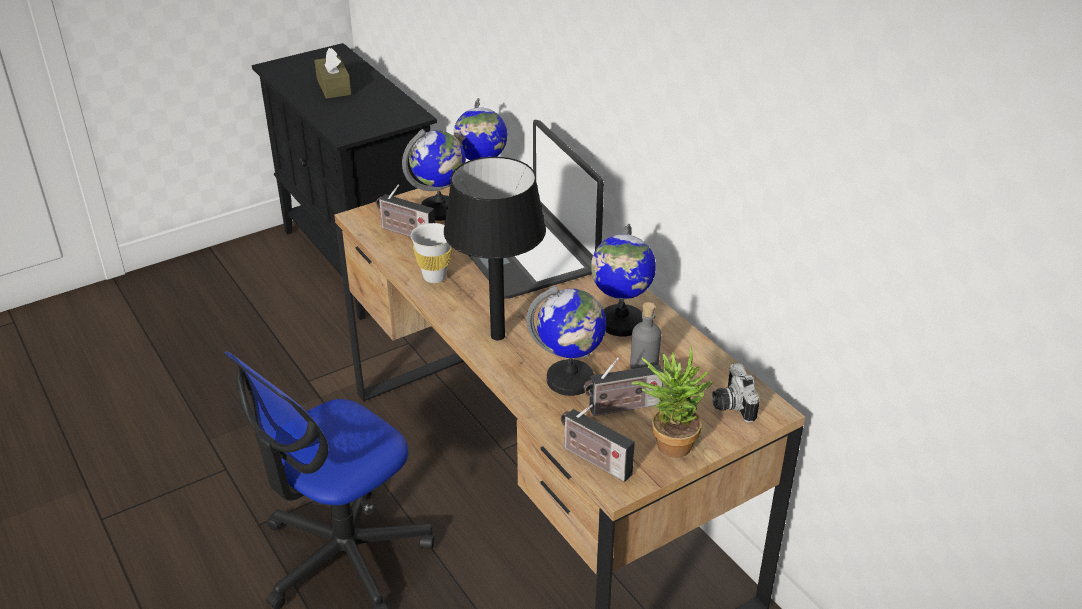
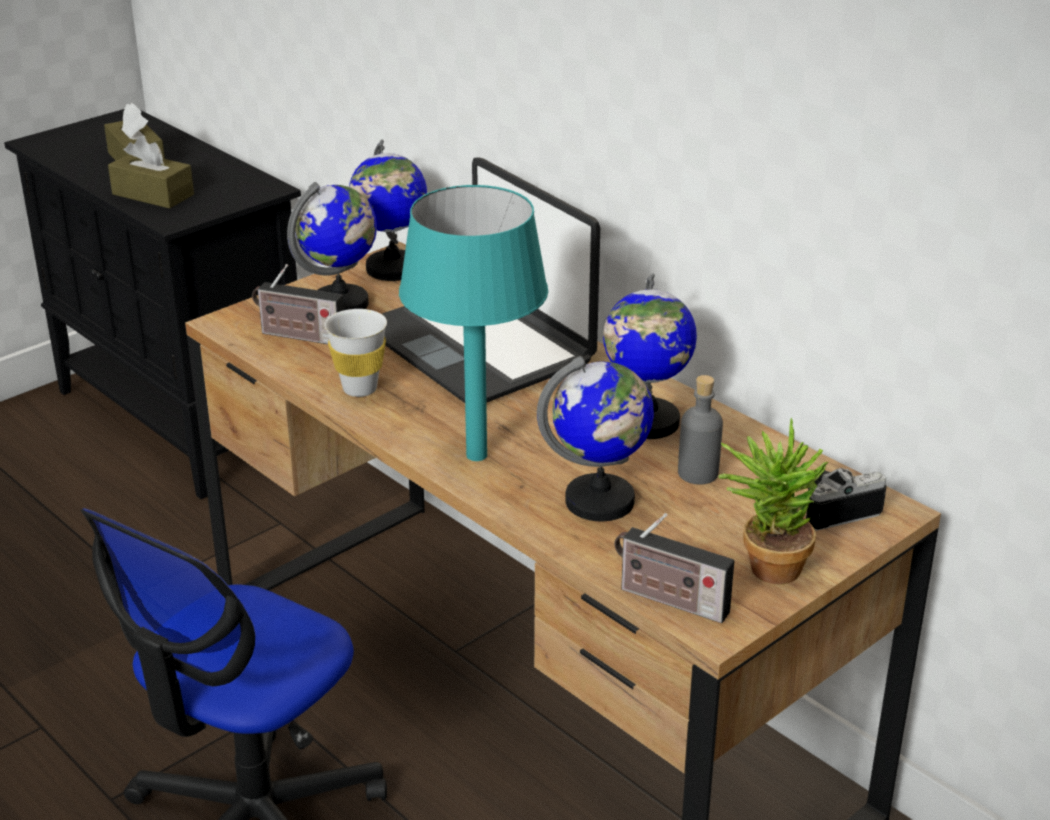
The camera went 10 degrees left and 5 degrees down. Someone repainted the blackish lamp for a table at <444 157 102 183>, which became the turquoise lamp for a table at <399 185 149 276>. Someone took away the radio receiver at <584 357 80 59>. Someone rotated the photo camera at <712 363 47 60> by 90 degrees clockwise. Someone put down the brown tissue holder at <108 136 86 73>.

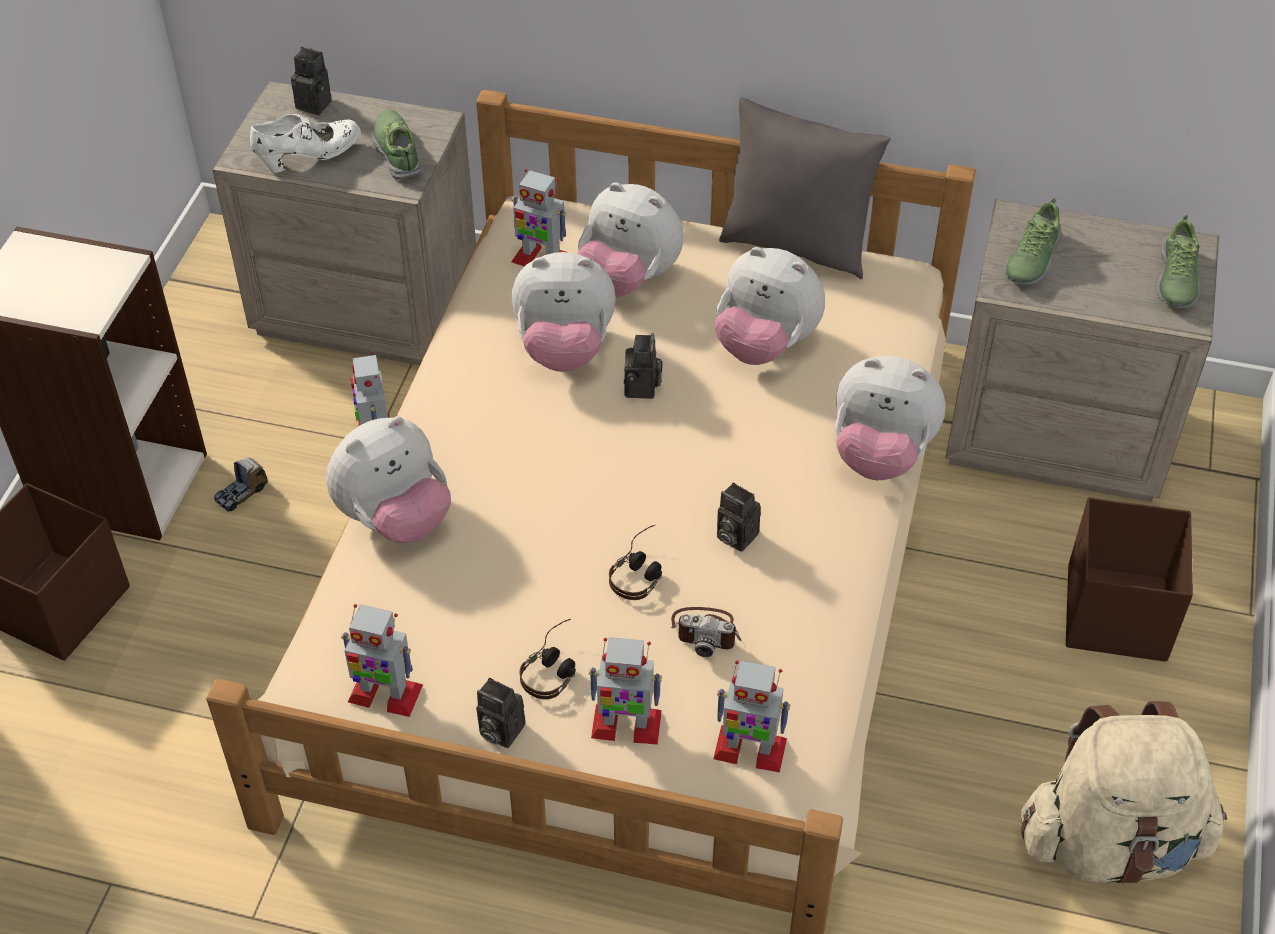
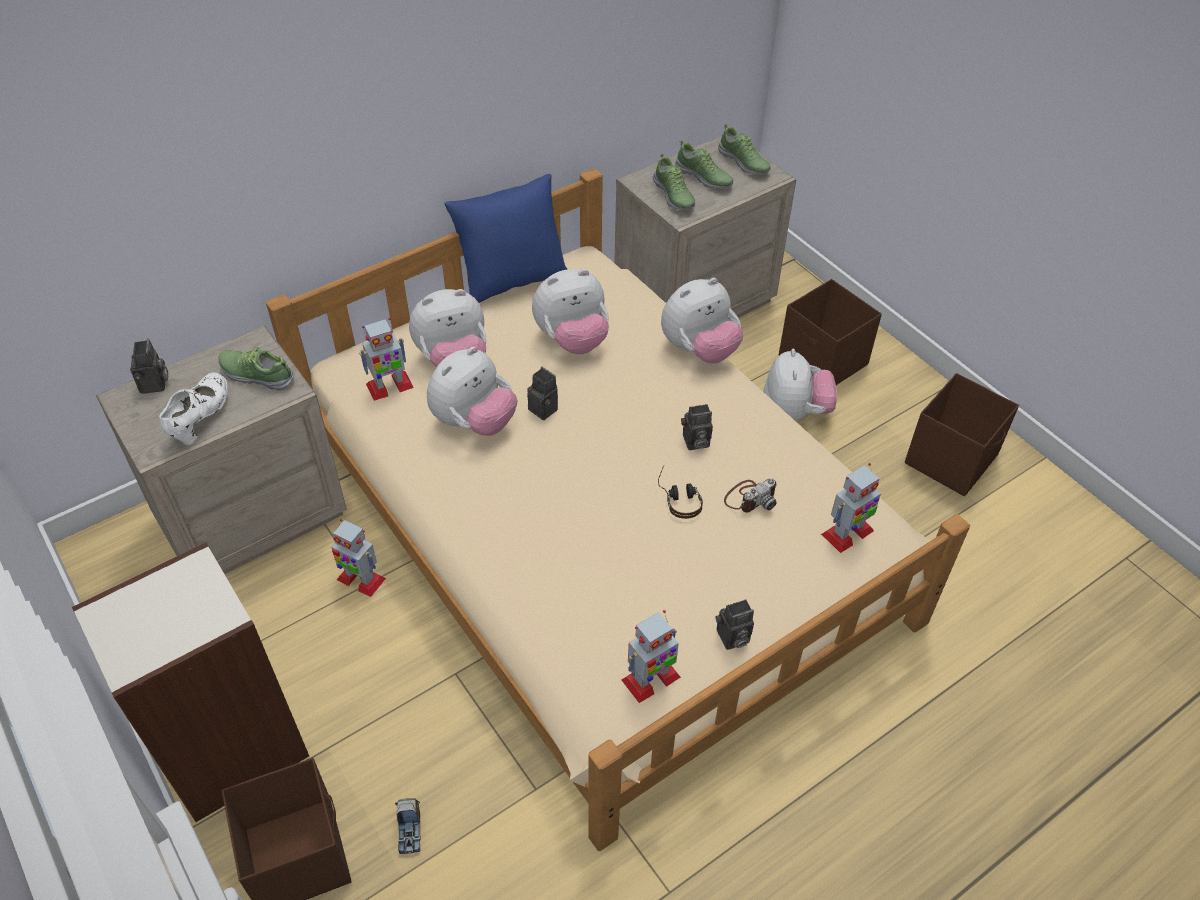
The camera went 50 degrees left and 0 degrees up. Someone carried the toy truck from <214 457 54 55> to <395 798 26 56>. Someone rotated the photo camera at <291 46 41 69> by 105 degrees clockwise. Someone carried the plush toy from <326 416 125 127> to <764 349 73 72>. Someone took away the pair of headphones at <519 619 57 80>. Someone took away the model robot at <589 637 73 108>. Someone repainted the greyish pillow at <719 98 171 181>, which became the bluish pillow at <444 174 124 129>. Someone swapped the beige-coloured rucksack at <1021 701 206 183> for the brown storage bin at <905 373 114 123>. Someone put down the shoe at <675 140 58 49>.

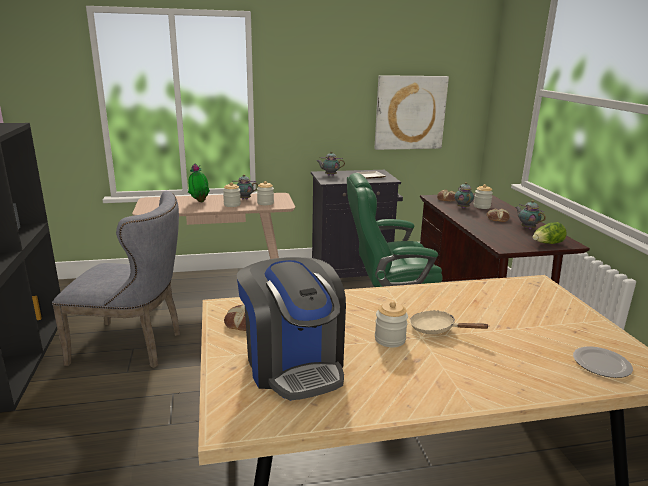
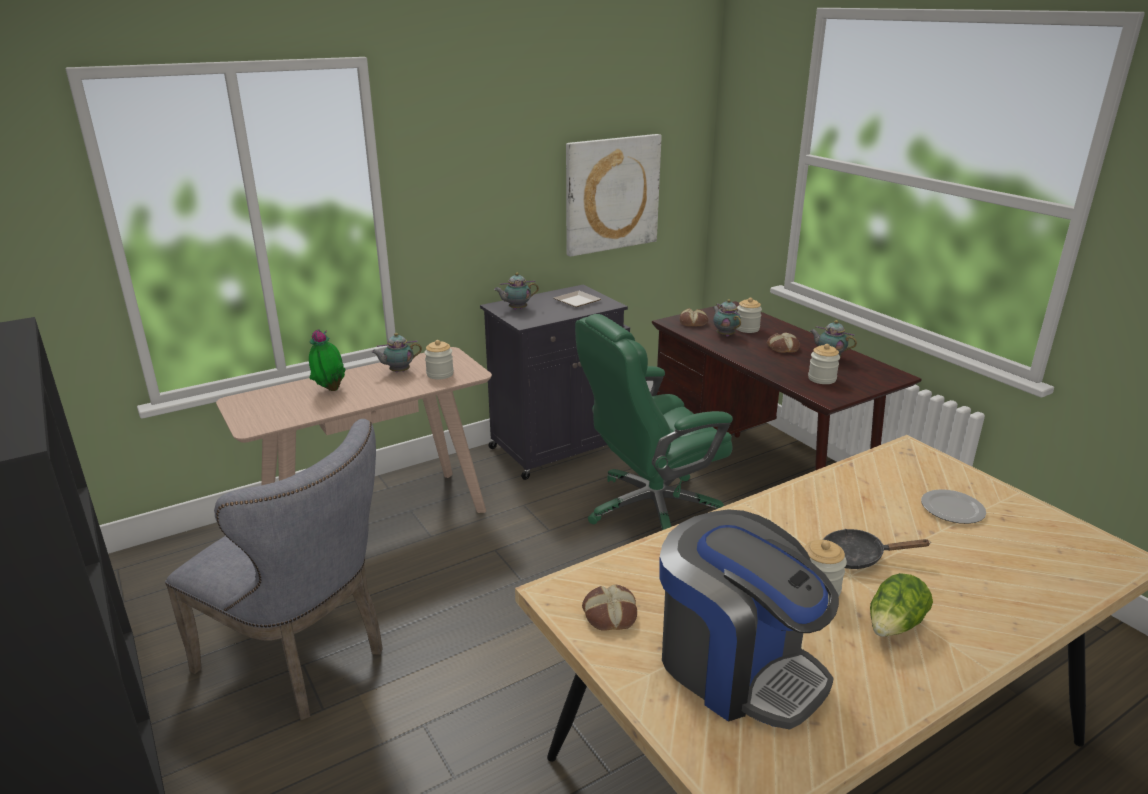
The camera went 20 degrees left and 5 degrees up. Someone rotated the greyish plain chair at <52 191 128 177> by 45 degrees clockwise. Someone carried the jar from <223 182 18 25> to <808 344 32 40>. Someone repainted the beige-coloured frying pan at <410 310 79 24>, which became the blackish frying pan at <823 529 108 40>. Someone carried the head of lettuce from <533 222 34 22> to <870 573 63 64>. Someone carried the dinner plate from <573 346 60 32> to <921 489 65 35>.

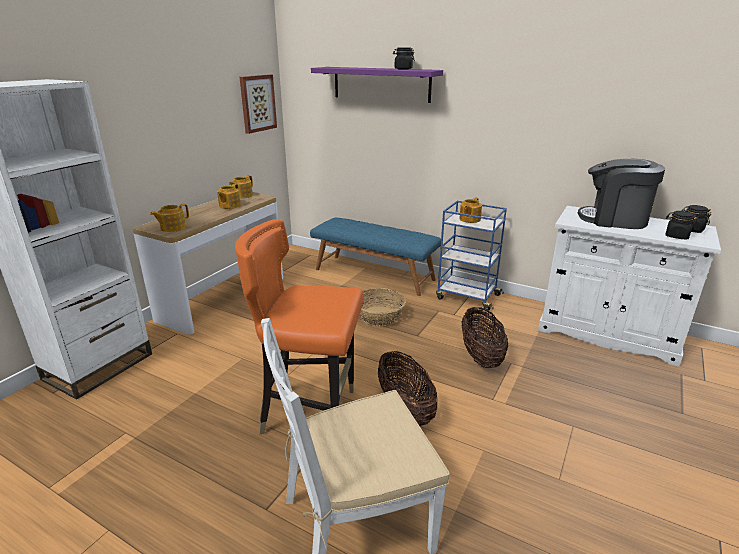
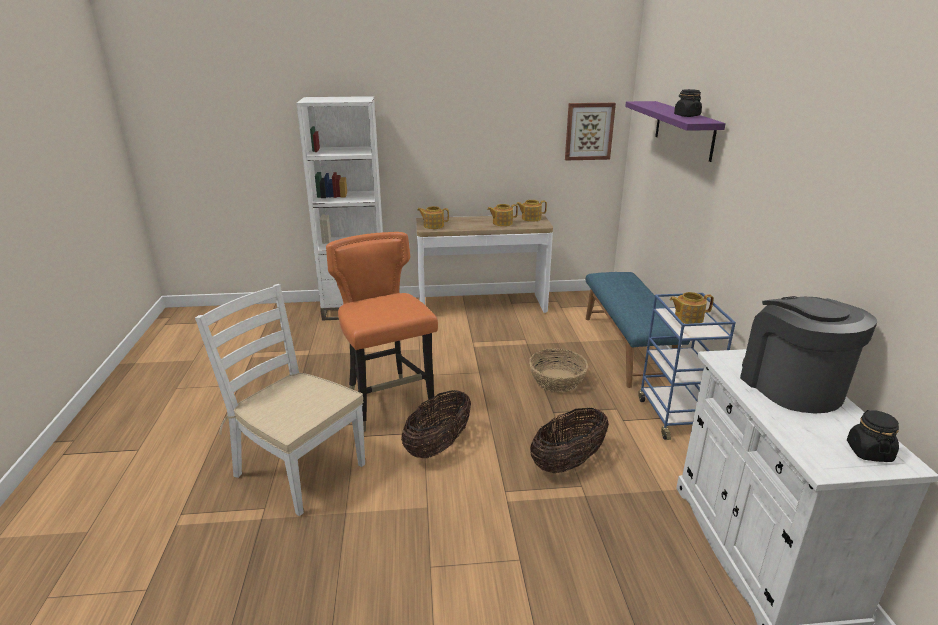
The camera went 55 degrees right and 0 degrees up. Someone took away the blackish jar at <665 211 32 28>.

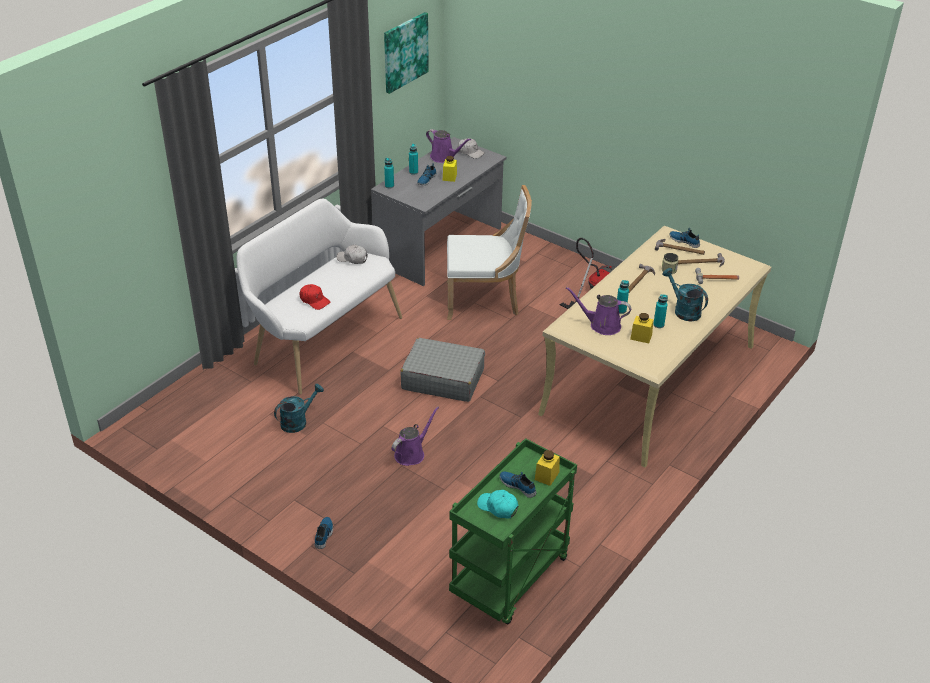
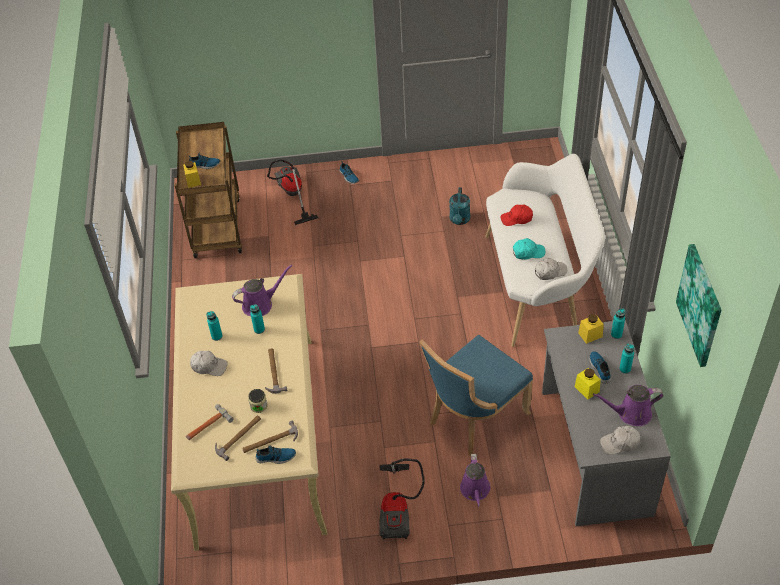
The camera went 140 degrees right and 10 degrees up. Someone carried the purple sprinkling can from <392 406 47 60> to <460 454 30 52>. Someone took away the greyish suitcase at <401 338 84 64>. Someone repainted the white plain chair at <447 185 85 135>, which became the bluish plain chair at <419 335 114 120>. Someone repainted the greenish wheeled cart at <449 438 128 187>, which became the brown wheeled cart at <175 122 67 136>. Someone carried the turquoise cap from <477 490 42 29> to <513 238 32 22>. Someone carried the yellow-coloured jar from <630 313 23 30> to <578 314 26 30>. Someone swapped the turquoise sprinkling can at <663 268 45 53> for the white cap at <190 351 37 25>. Someone put down the vacuum cleaner at <267 160 52 65>.

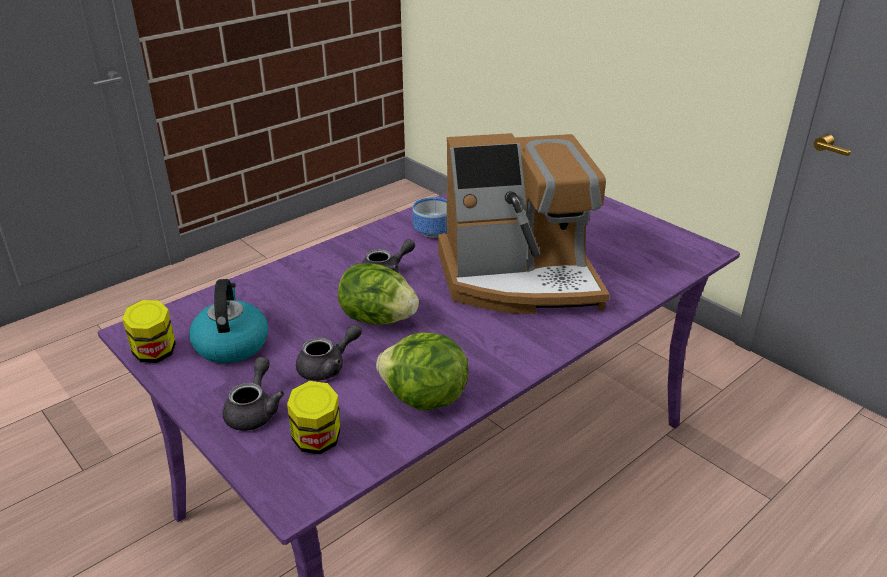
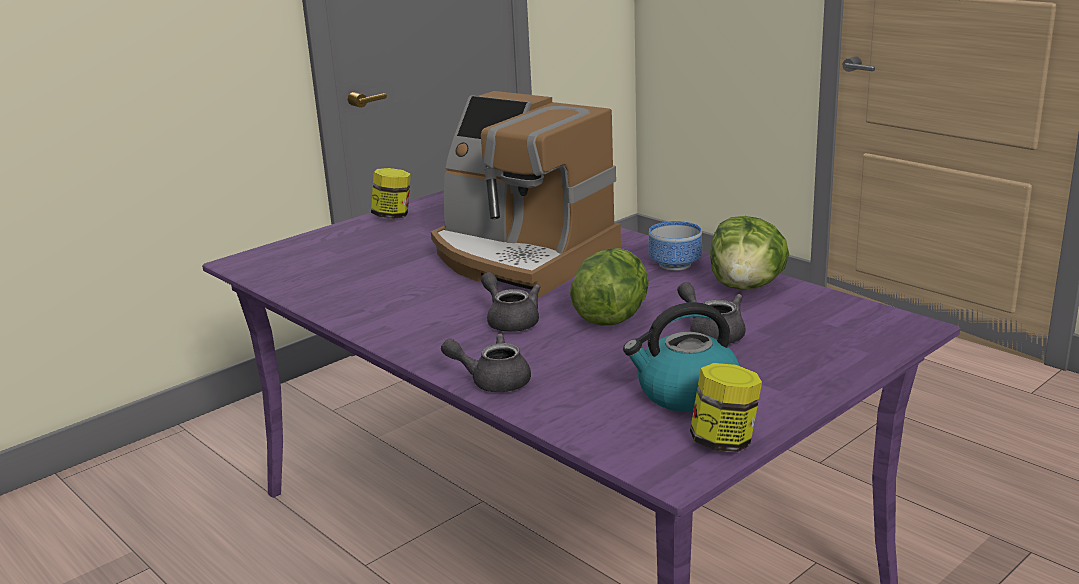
The camera went 90 degrees left and 10 degrees down. Someone carried the greyish teapot from <222 357 62 74> to <441 334 90 58>. Someone carried the jar from <287 381 53 73> to <371 168 40 51>. Someone carried the bowl from <413 197 34 41> to <648 221 54 50>. Someone rotated the coffee machine at <438 133 172 181> by 135 degrees clockwise.

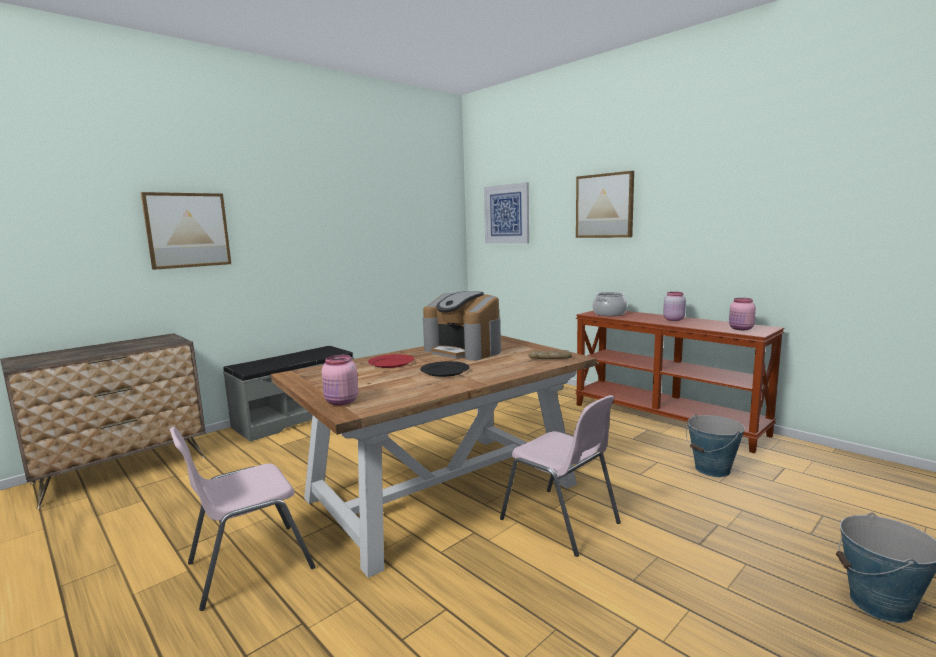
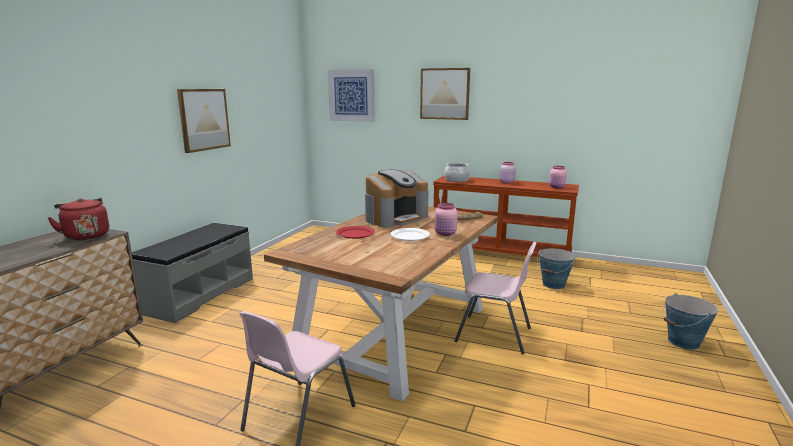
The camera went 25 degrees left and 5 degrees up. Someone carried the wall art from <141 192 90 78> to <177 89 54 64>. Someone carried the pink jar from <322 355 36 50> to <435 203 22 33>. Someone repainted the blackish dinner plate at <420 361 50 16>, which became the white dinner plate at <391 228 39 13>. Someone rotated the coffee machine at <423 291 78 69> by 60 degrees counterclockwise. Someone put down the red-coloured tea kettle at <48 198 61 42>.

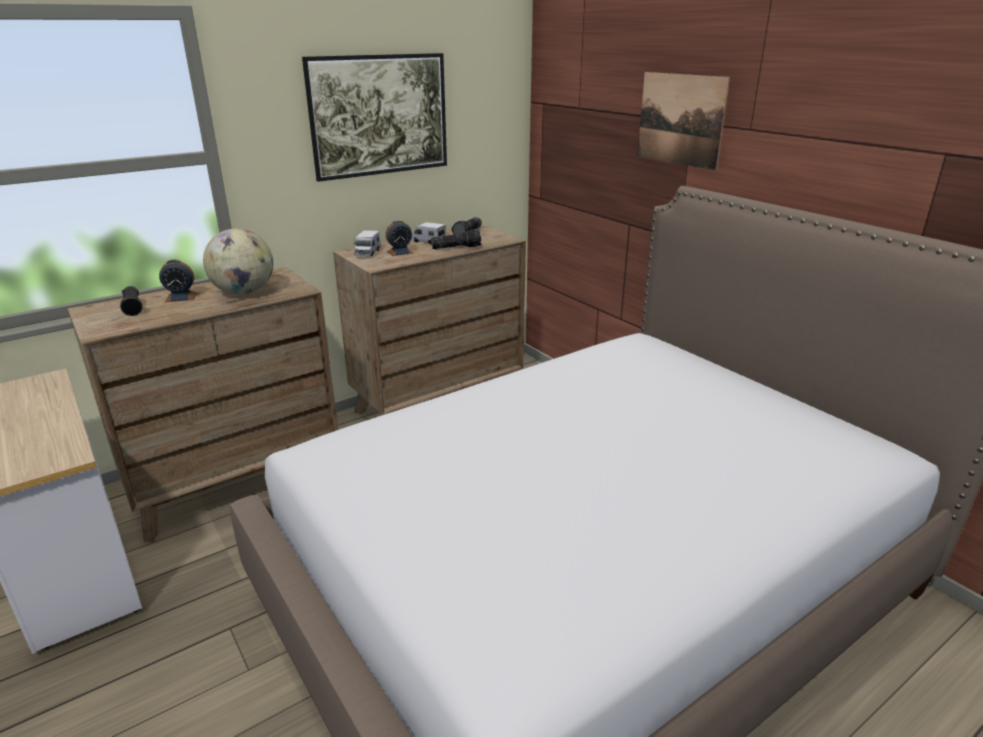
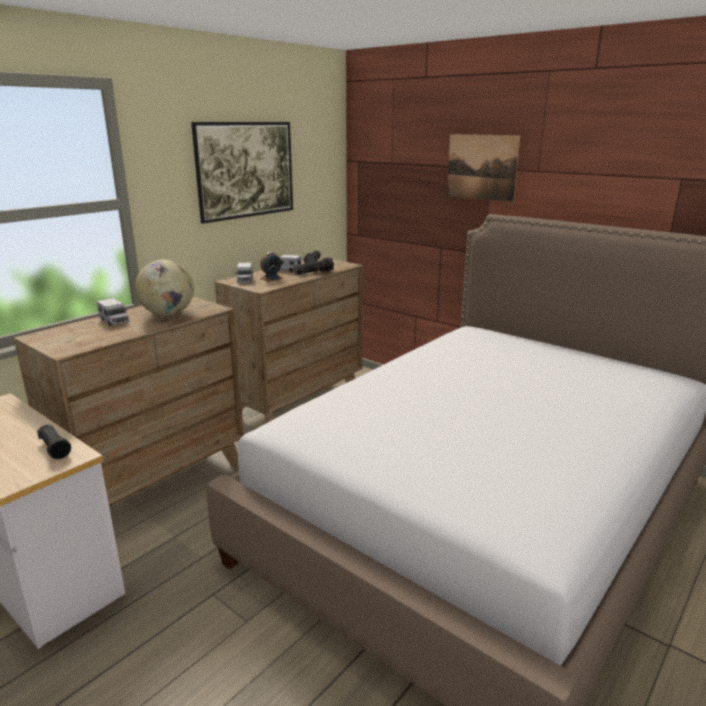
The camera went 15 degrees left and 5 degrees down. Someone carried the blackish torch from <120 286 23 30> to <37 425 34 34>. Someone swapped the bedside clock at <159 260 38 42> for the toy truck at <97 298 32 28>.

